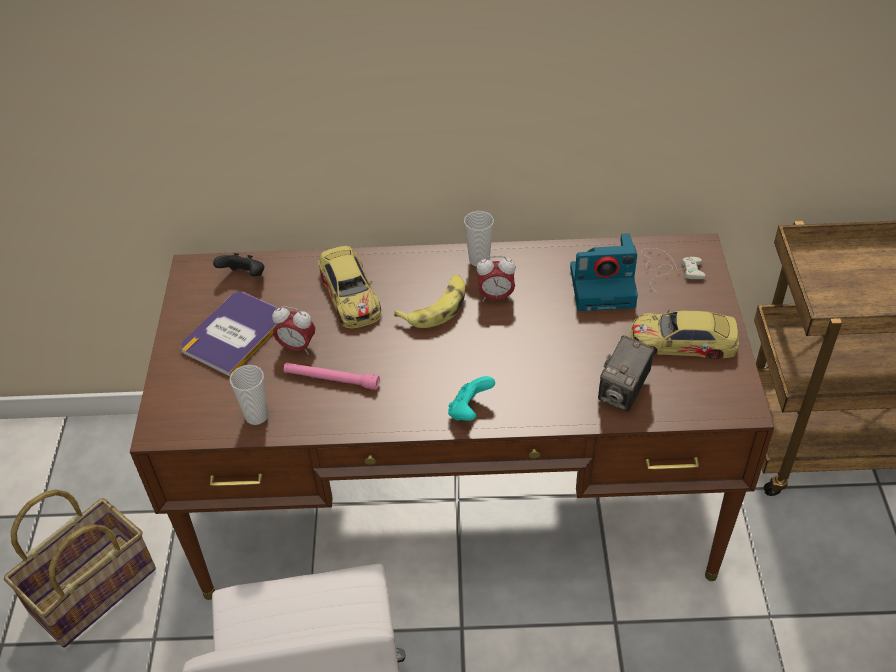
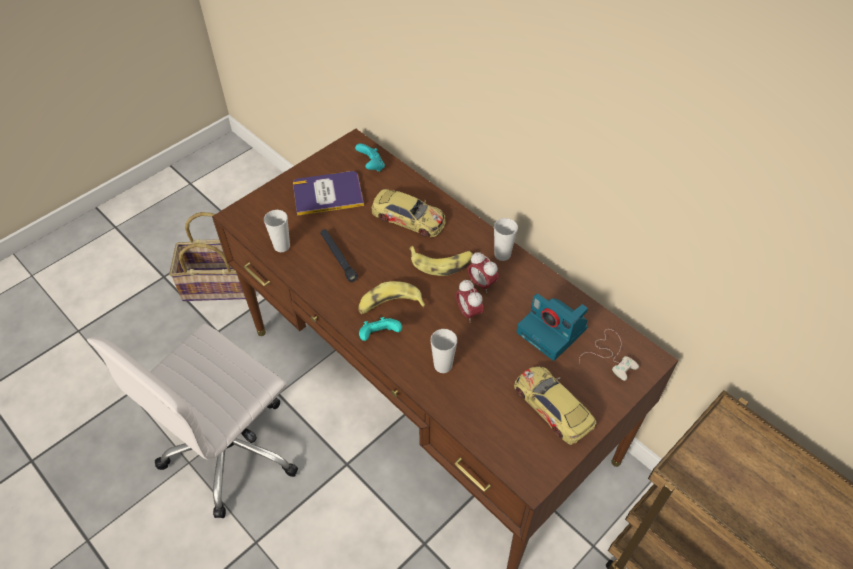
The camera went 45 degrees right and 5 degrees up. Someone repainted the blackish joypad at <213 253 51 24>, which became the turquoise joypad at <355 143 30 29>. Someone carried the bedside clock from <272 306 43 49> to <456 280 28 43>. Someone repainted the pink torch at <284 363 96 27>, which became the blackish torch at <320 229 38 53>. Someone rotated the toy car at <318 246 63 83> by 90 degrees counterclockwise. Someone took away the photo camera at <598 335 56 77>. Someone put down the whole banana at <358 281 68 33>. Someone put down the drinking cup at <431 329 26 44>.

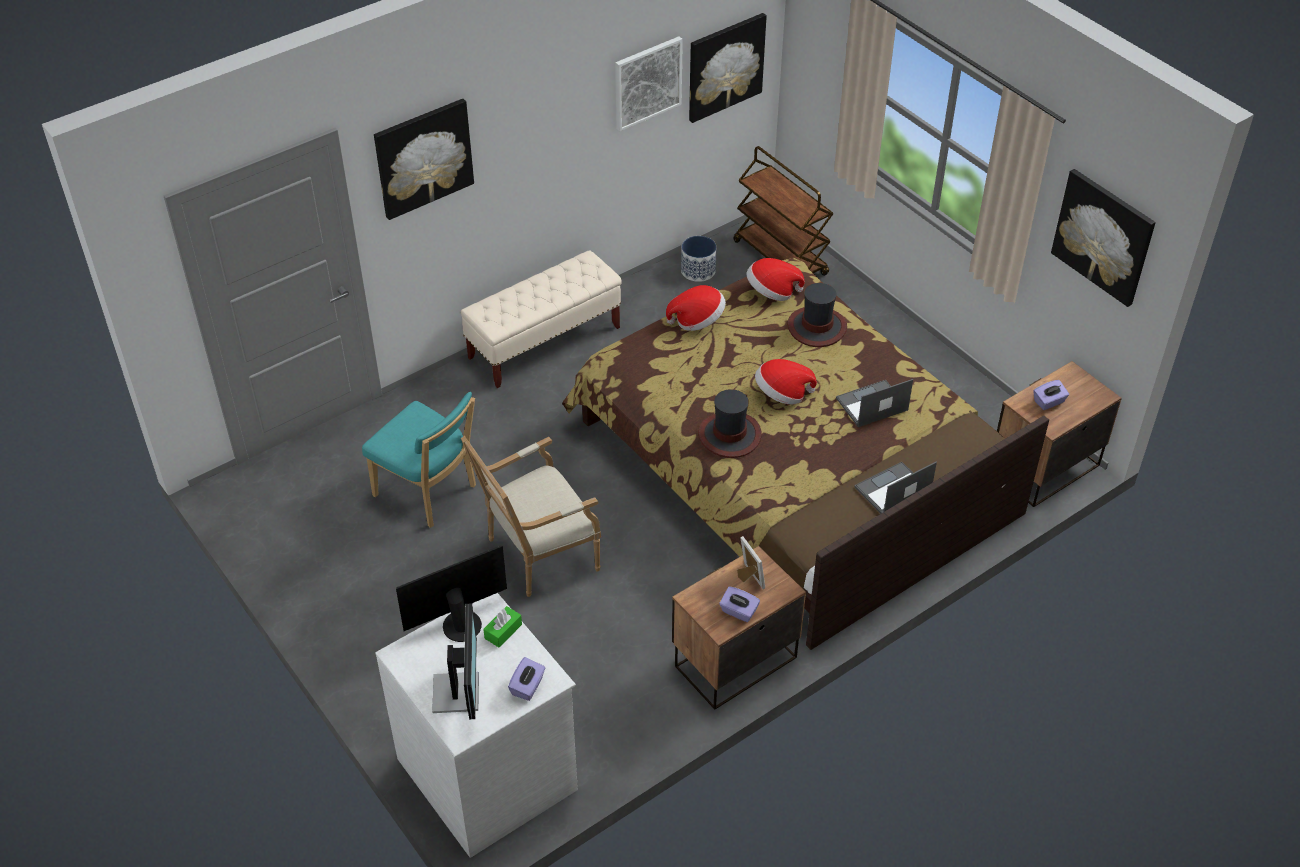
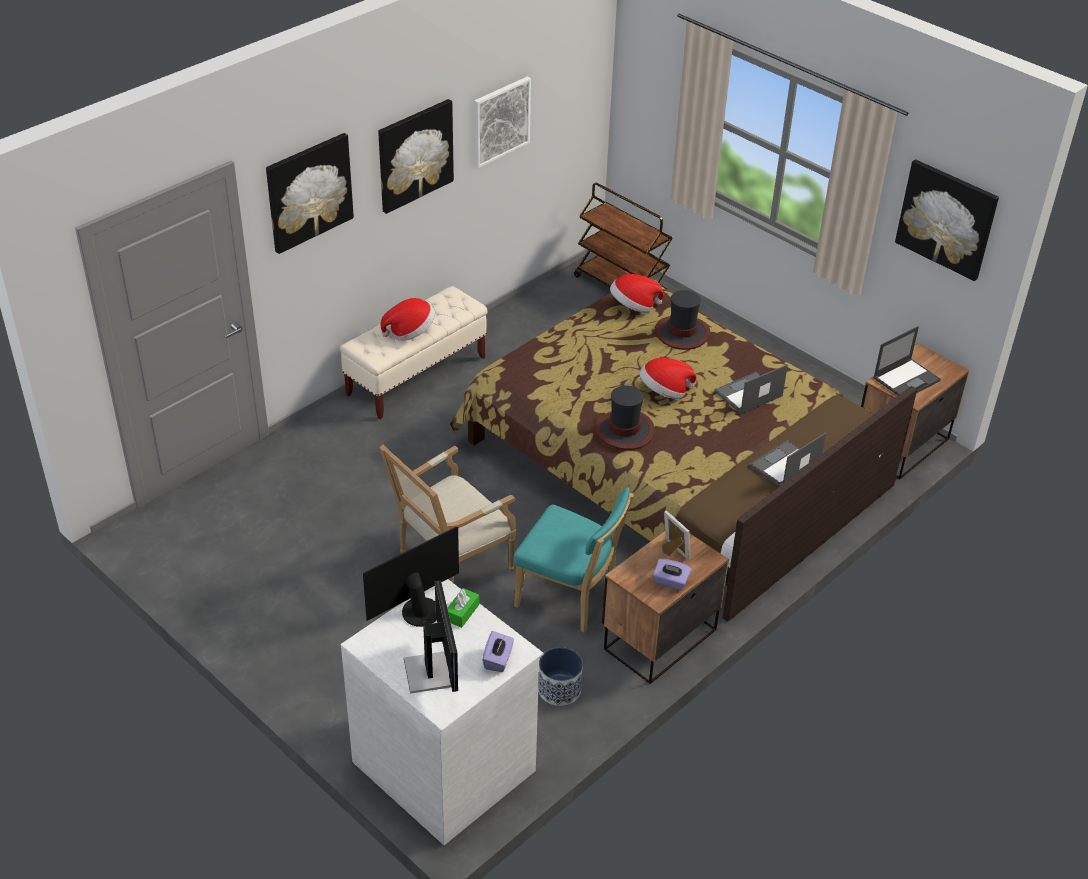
The camera went 10 degrees left and 5 degrees down. Someone carried the turquoise plain chair from <362 392 114 136> to <513 488 120 145>. Someone carried the clothing hat from <666 285 60 46> to <381 298 54 42>. Someone carried the plant pot from <681 236 36 46> to <538 647 45 59>. Someone carried the wall art from <689 13 78 110> to <378 99 76 115>. Someone swapped the purple tissue holder at <1033 380 36 30> for the notebook computer at <873 326 68 70>.

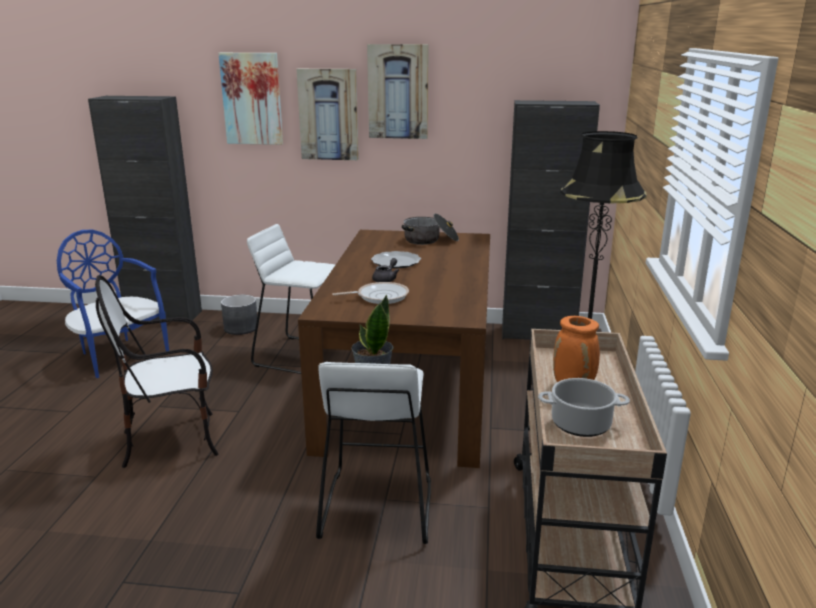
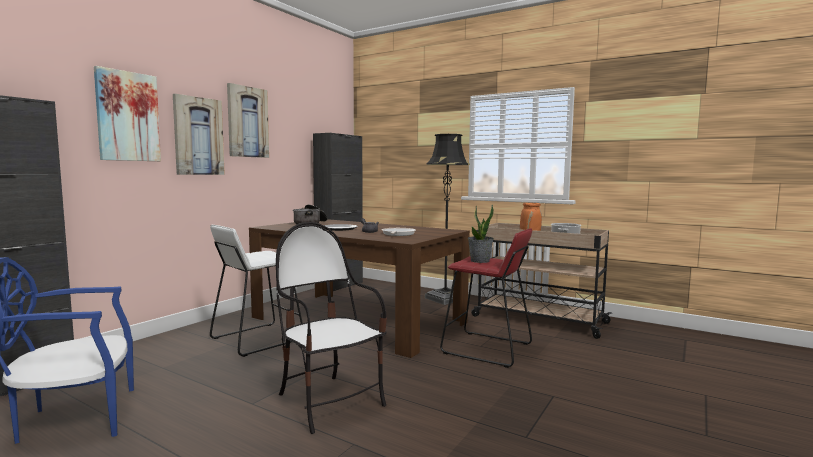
The camera went 65 degrees left and 15 degrees down. Someone rotated the plain chair at <95 275 124 193> by 135 degrees clockwise. Someone took away the greyish plant pot at <221 295 36 40>. Someone repainted the white stool at <316 362 115 182>, which became the red-coloured stool at <440 228 92 140>.

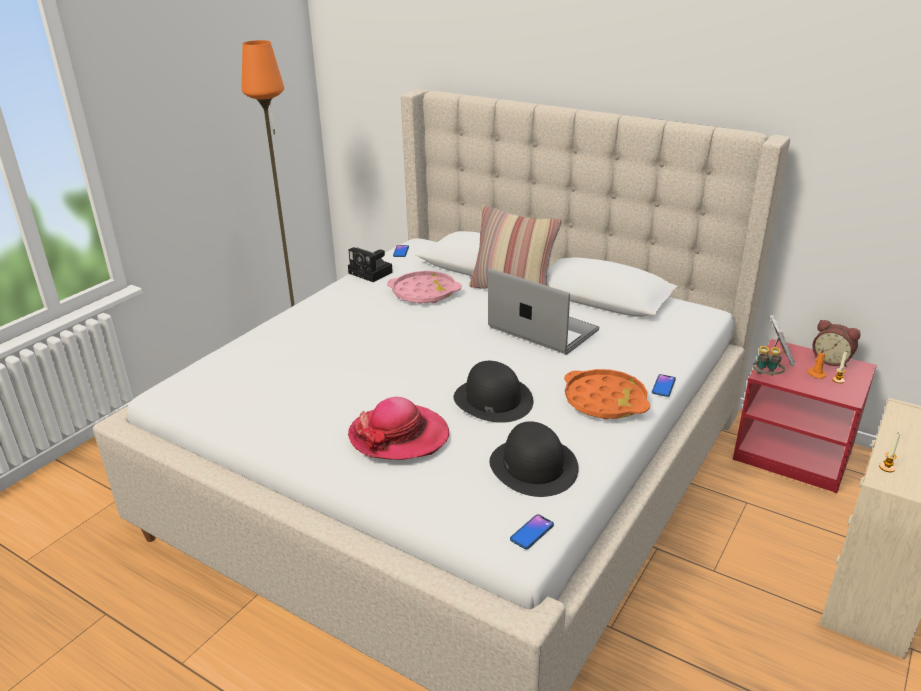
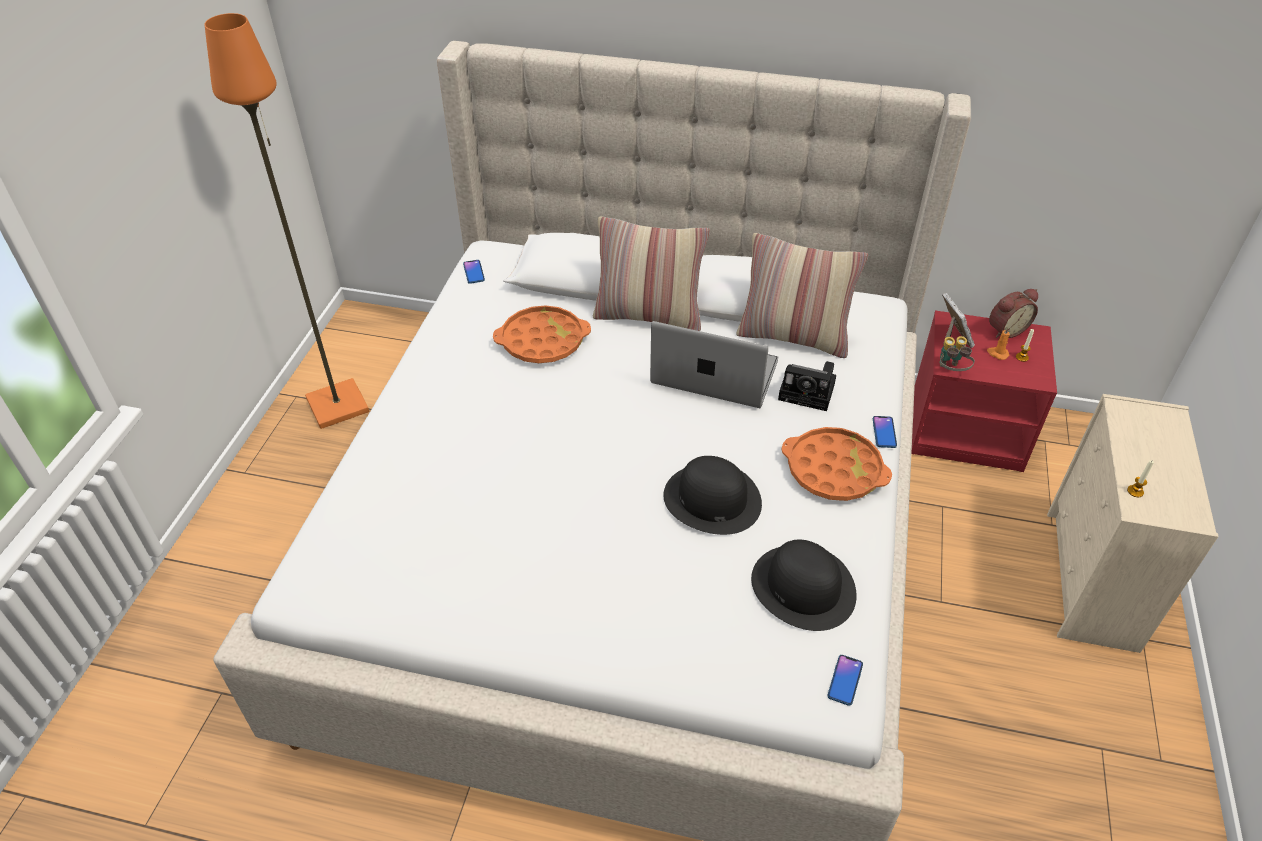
The camera went 20 degrees left and 15 degrees up. Someone carried the photo camera from <348 247 45 35> to <778 361 58 50>. Someone took away the clothing hat at <348 397 101 63>. Someone repainted the pink serving tray at <387 271 75 33>, which became the orangey serving tray at <493 305 98 58>. Someone rotated the bedside clock at <812 320 49 47> by 45 degrees counterclockwise. Someone put down the pillow at <736 233 132 125>.

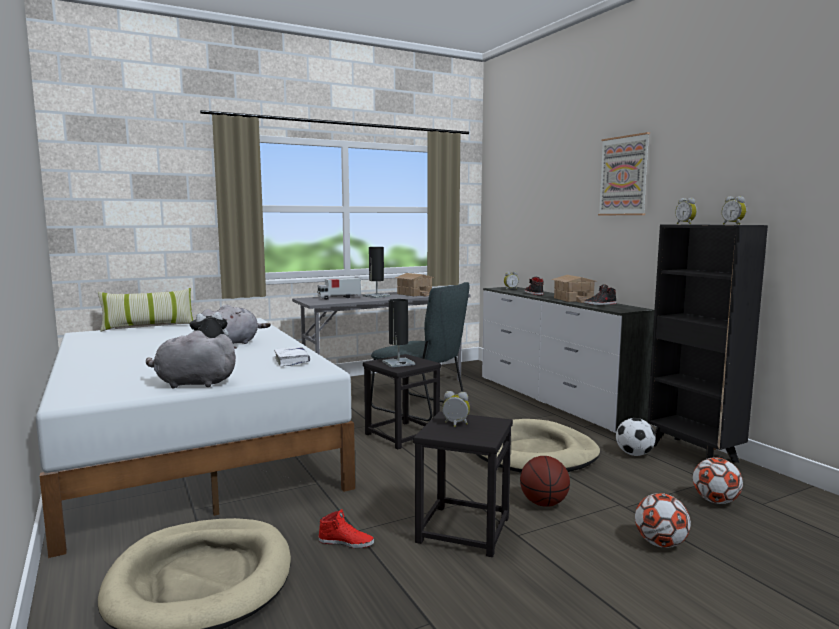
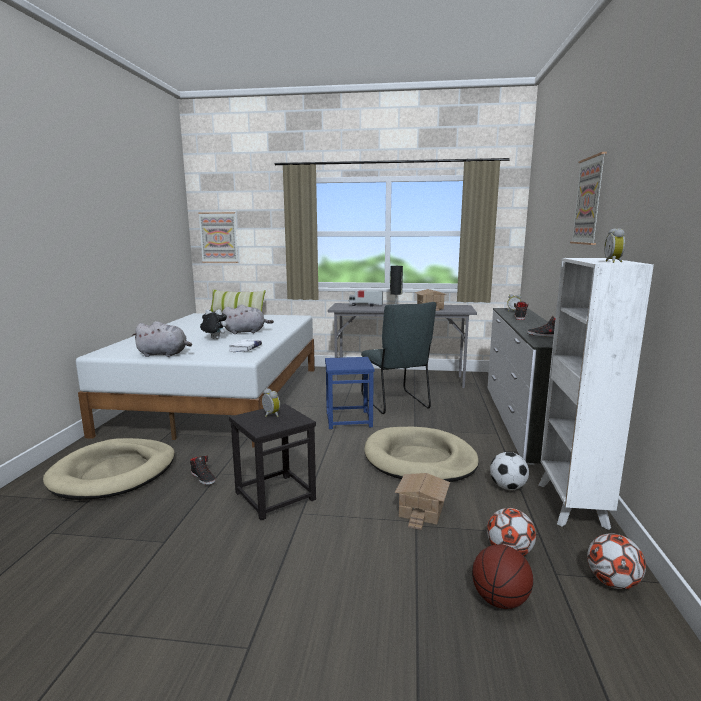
The camera went 35 degrees right and 5 degrees up. Someone rotated the greyish plush toy at <146 330 91 59> by 150 degrees clockwise. Someone repainted the red-coloured shoe at <318 509 56 39>, which became the blackish shoe at <190 456 26 29>. Someone repainted the blackish stool at <363 354 78 95>, which became the bluish stool at <325 357 50 72>. Someone took away the blackish lamp for a table at <382 299 33 68>. Someone carried the basketball from <520 456 50 51> to <472 544 61 65>. Someone carried the toy house from <551 275 47 28> to <395 473 55 57>. Someone carried the ball for football from <635 493 56 55> to <587 533 59 56>. Someone repainted the blackish shelving unit at <647 224 121 239>, which became the white shelving unit at <538 258 116 272>. Someone took away the bedside clock at <675 198 22 26>. Someone put up the wall art at <198 212 40 51>.

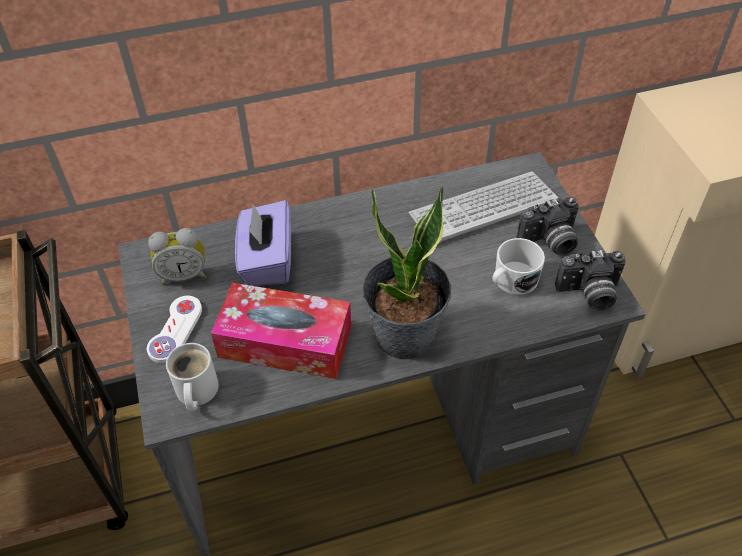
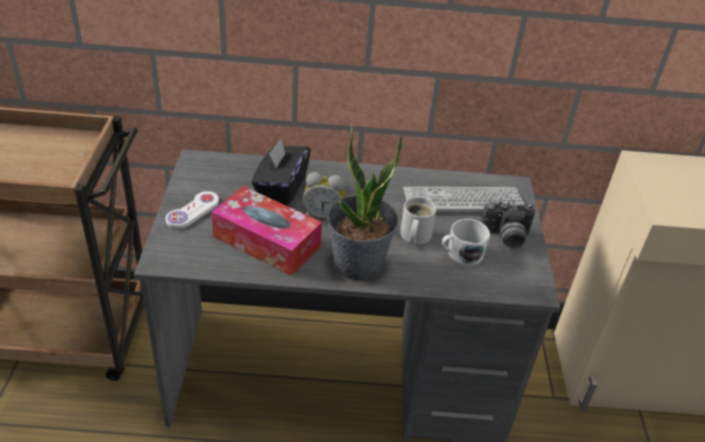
The camera went 15 degrees right and 10 degrees down. Someone carried the bedside clock from <148 228 58 57> to <303 172 43 47>. Someone carried the white tea mug from <166 343 53 68> to <400 197 36 48>. Someone repainted the purple tissue holder at <235 200 56 86>, which became the blackish tissue holder at <251 138 60 68>. Someone took away the photo camera at <555 250 71 61>.

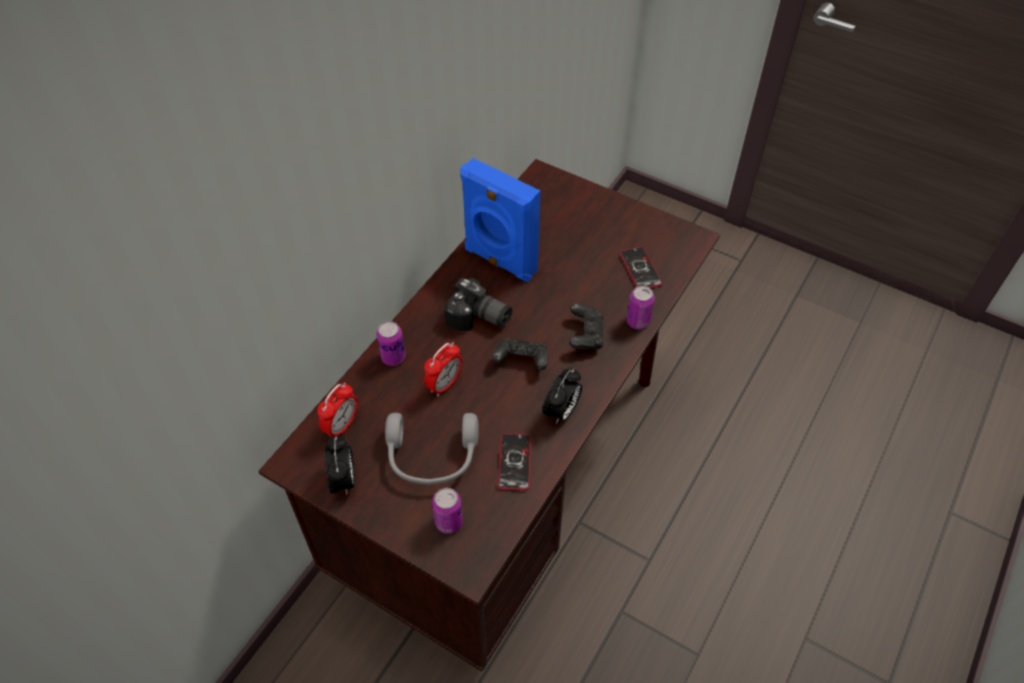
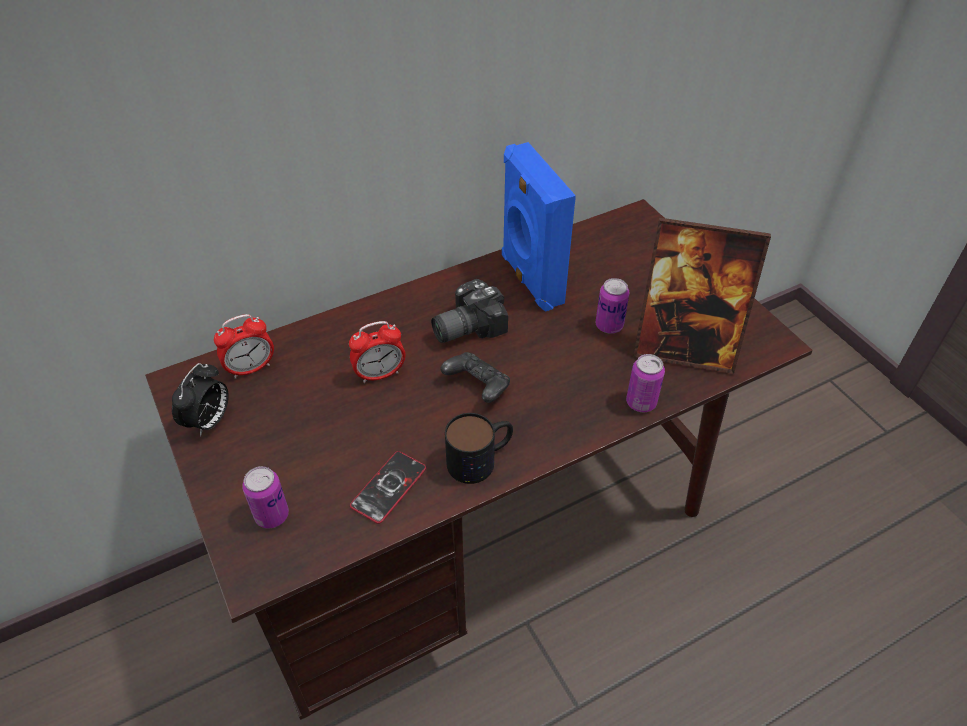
The camera went 30 degrees right and 5 degrees down. Someone carried the metal can from <377 321 28 45> to <596 278 34 56>. Someone took away the greyish pair of headphones at <385 413 94 72>. Someone rotated the photo camera at <444 278 69 54> by 90 degrees clockwise. Someone swapped the bedside clock at <543 369 39 55> for the tea mug at <445 413 68 71>. Someone took away the blackish joypad at <569 304 34 46>. Someone swapped the phone at <620 247 42 41> for the standing frame at <633 218 138 156>.

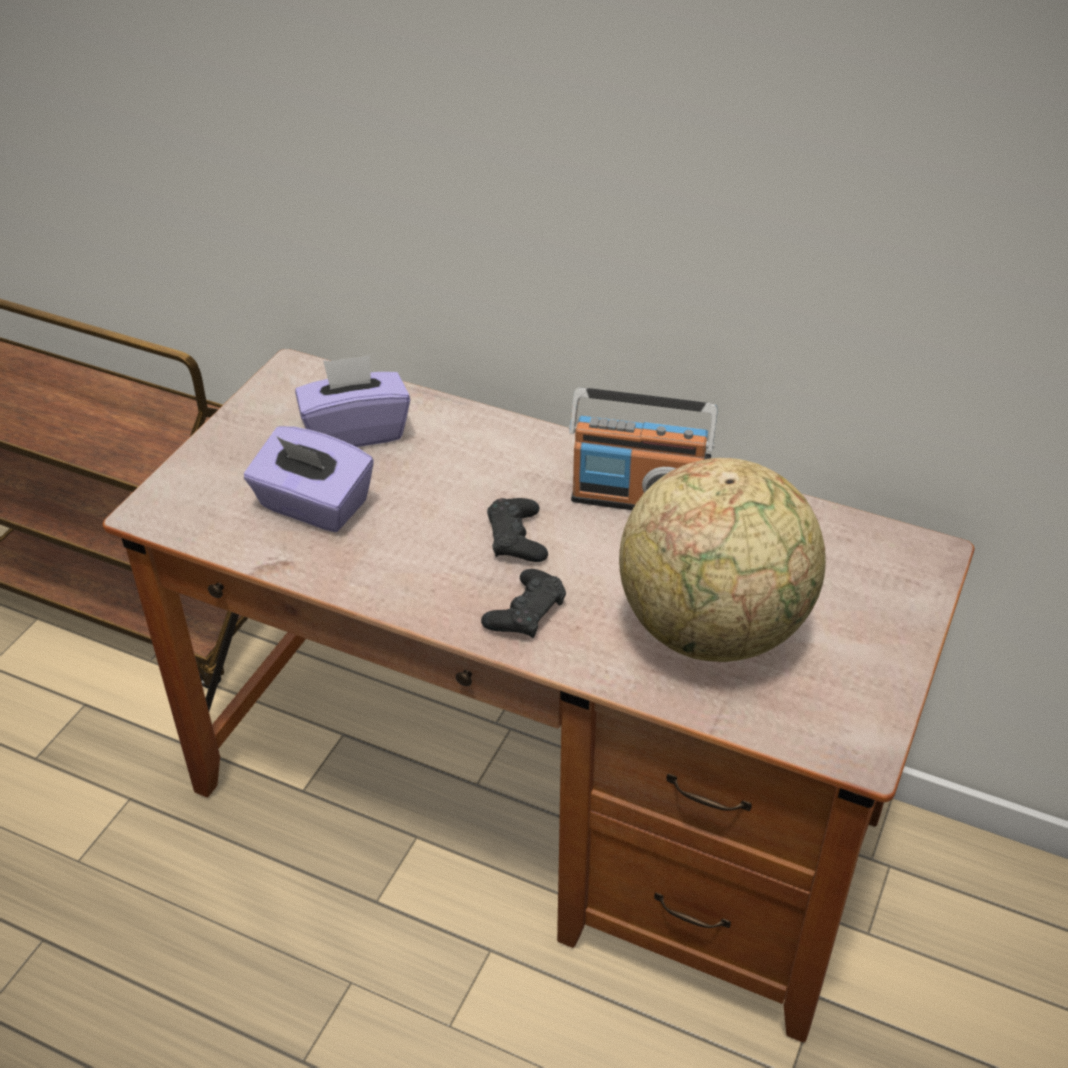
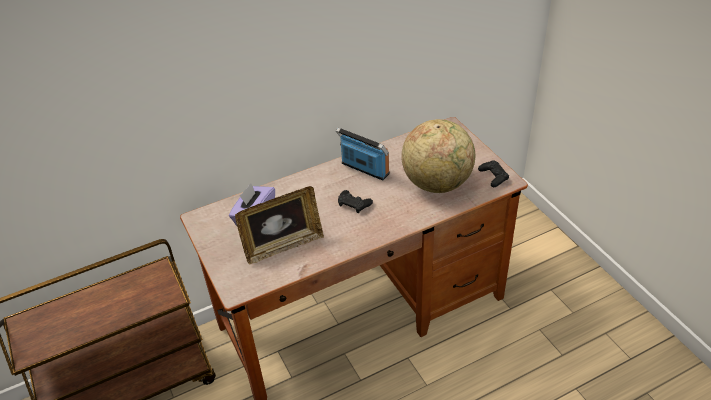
The camera went 50 degrees left and 0 degrees up. Someone swapped the purple tissue holder at <244 426 130 106> for the standing frame at <235 186 89 78>. Someone carried the blackish joypad from <481 569 85 69> to <478 160 31 27>. Someone rotated the radio receiver at <569 387 149 123> by 105 degrees counterclockwise.

